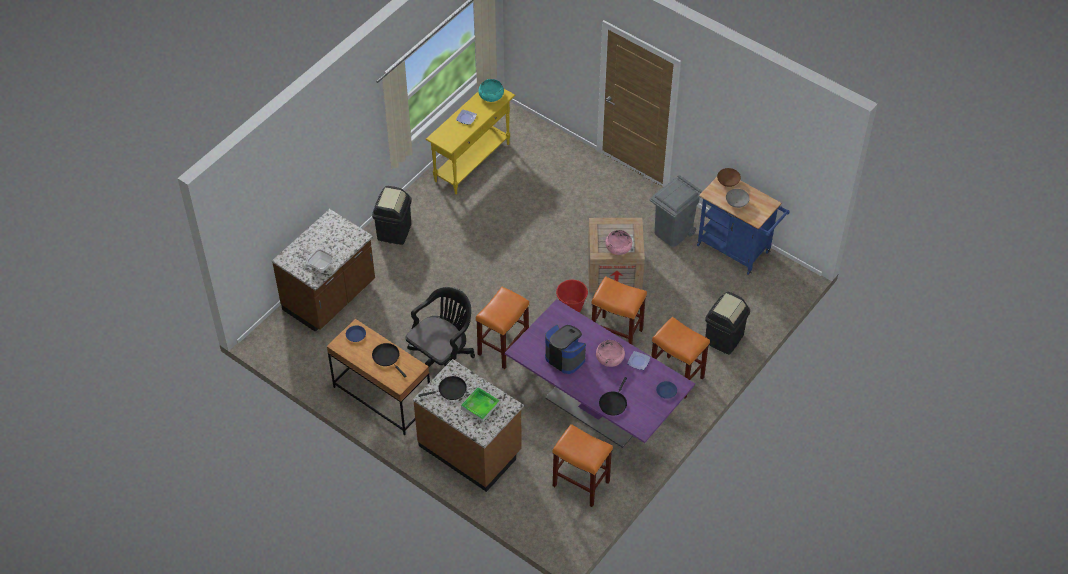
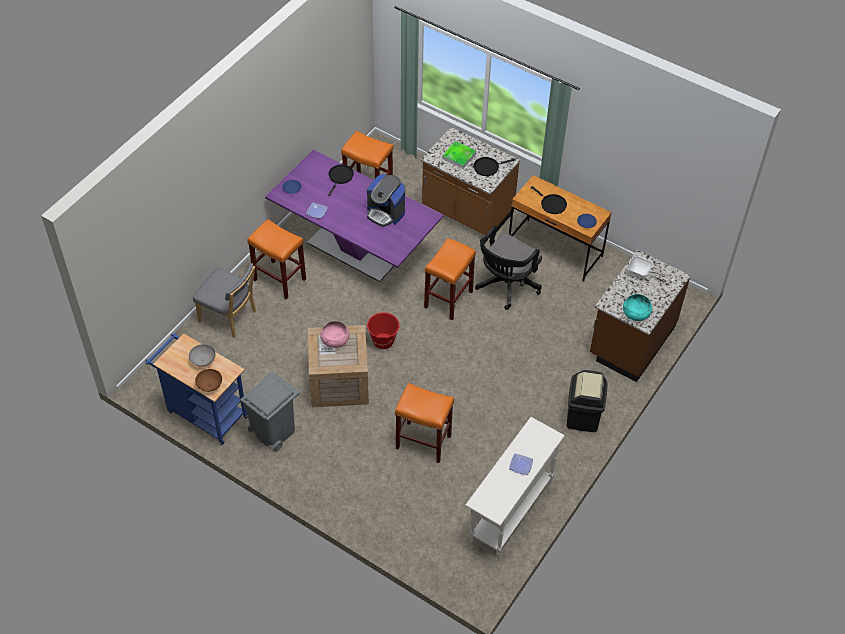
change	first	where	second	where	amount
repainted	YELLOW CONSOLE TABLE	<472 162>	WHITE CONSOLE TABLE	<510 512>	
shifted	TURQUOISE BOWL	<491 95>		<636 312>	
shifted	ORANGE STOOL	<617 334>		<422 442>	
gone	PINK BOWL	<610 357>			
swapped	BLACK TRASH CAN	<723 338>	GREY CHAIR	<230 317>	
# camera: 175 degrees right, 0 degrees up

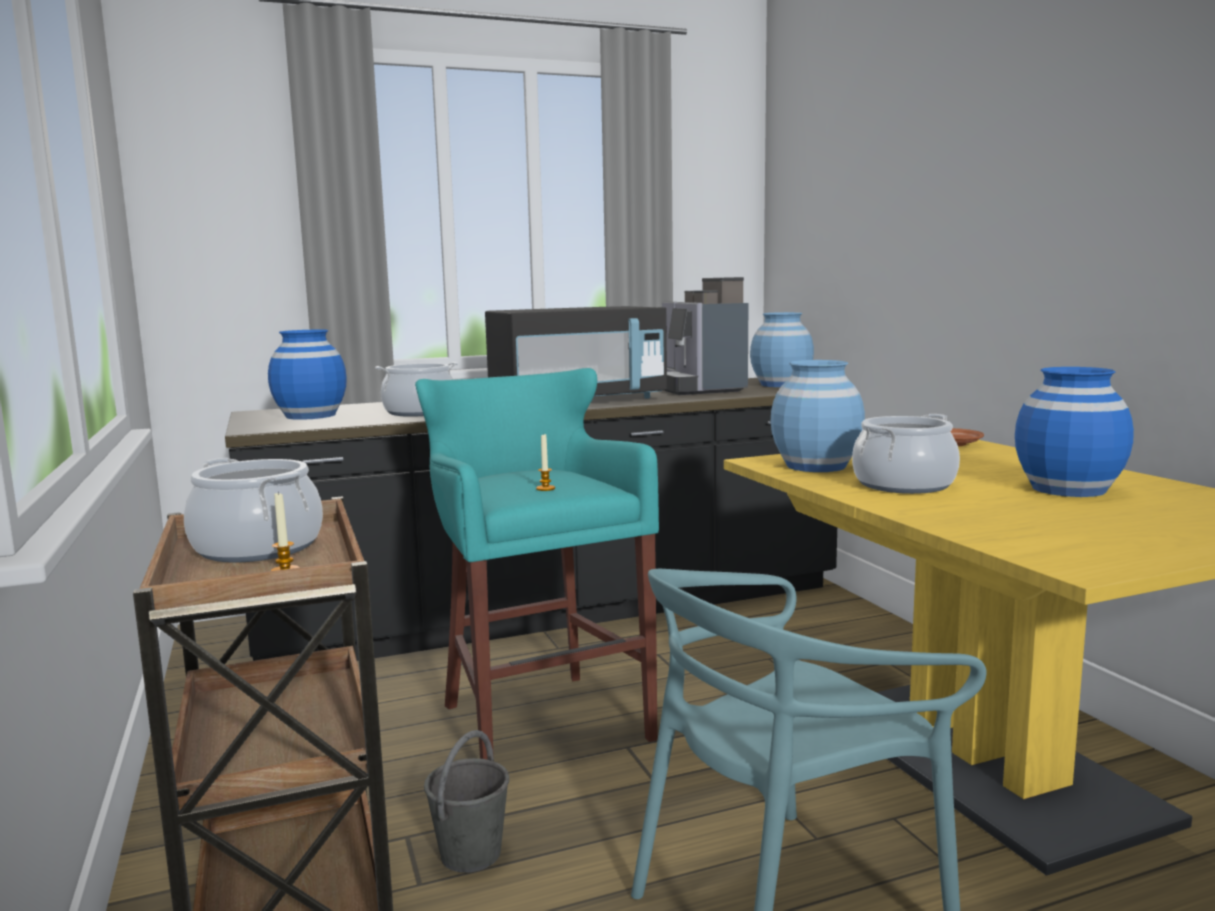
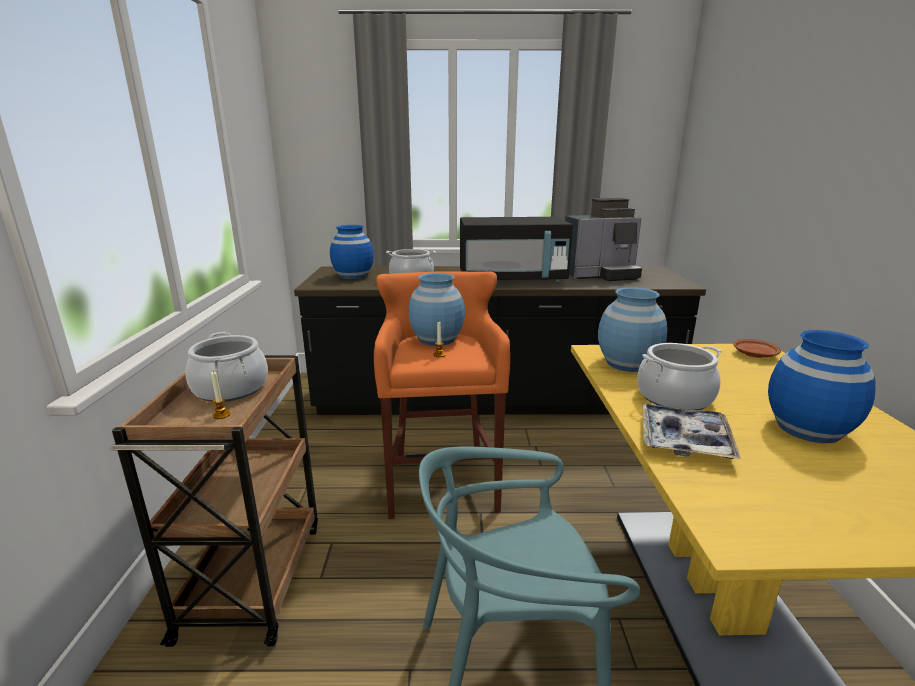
change	first	where	second	where	amount
repainted	TURQUOISE STOOL	<539 721>	ORANGE STOOL	<441 480>	
gone	GREY BUCKET	<471 853>			
rotated	COFFEE MACHINE	<699 389>		<601 275>	105 degrees counterclockwise
shifted	BLUE VASE	<781 384>		<437 339>	
new			TRAY	<684 439>	
# camera: 20 degrees right, 10 degrees up

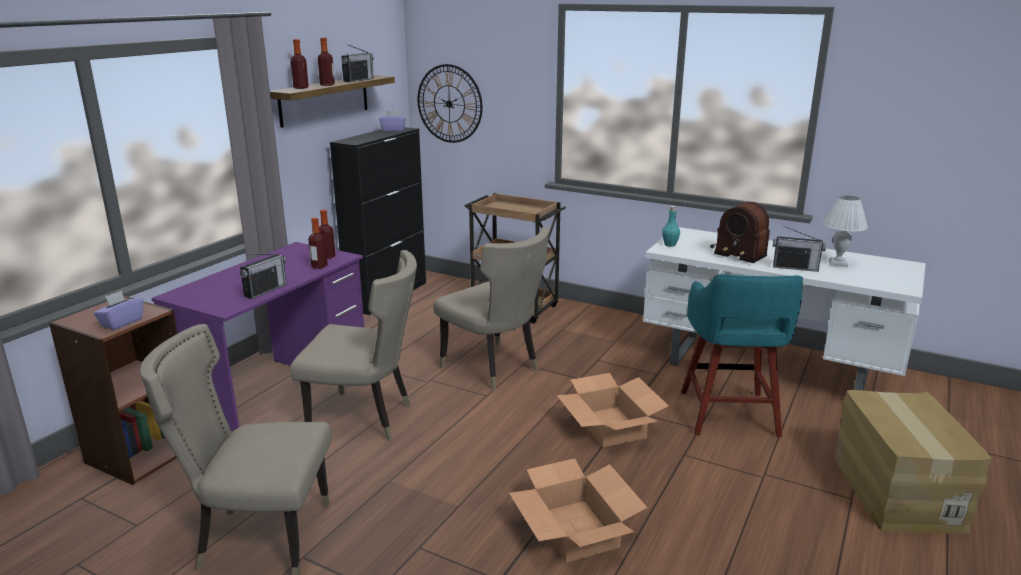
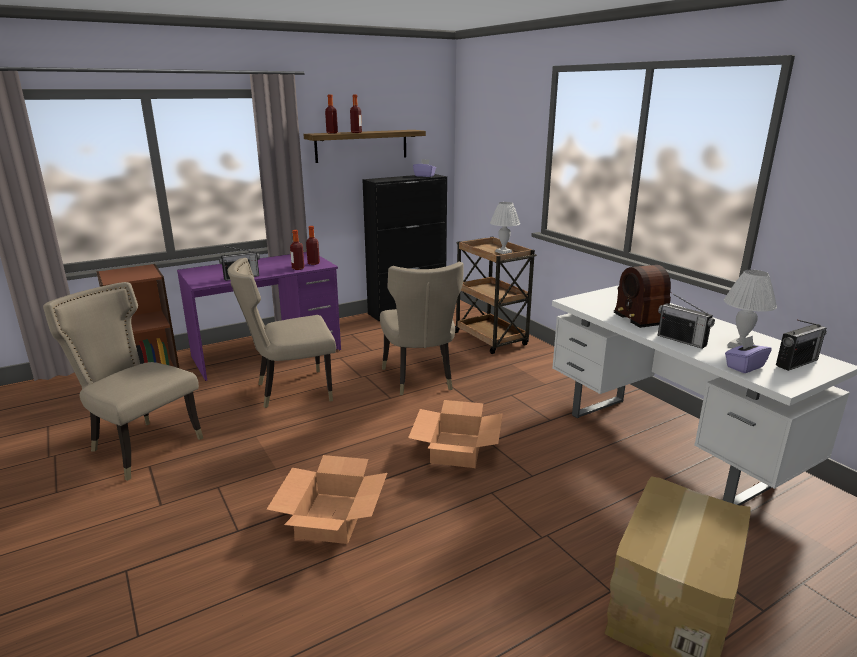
change	first	where	second	where	amount
shifted	PURPLE TISSUE BOX	<121 322>		<744 366>	
rotated	BEIGE CHAIR	<366 419>		<291 390>	120 degrees clockwise
shifted	RADIO	<358 80>		<796 363>	
gone	WALL CLOCK	<449 104>			
gone	TURQUOISE BOTTLE	<670 244>			
gone	TURQUOISE STOOL	<729 415>			
new			WHITE TABLE LAMP	<503 252>	
# camera: 30 degrees right, 0 degrees up

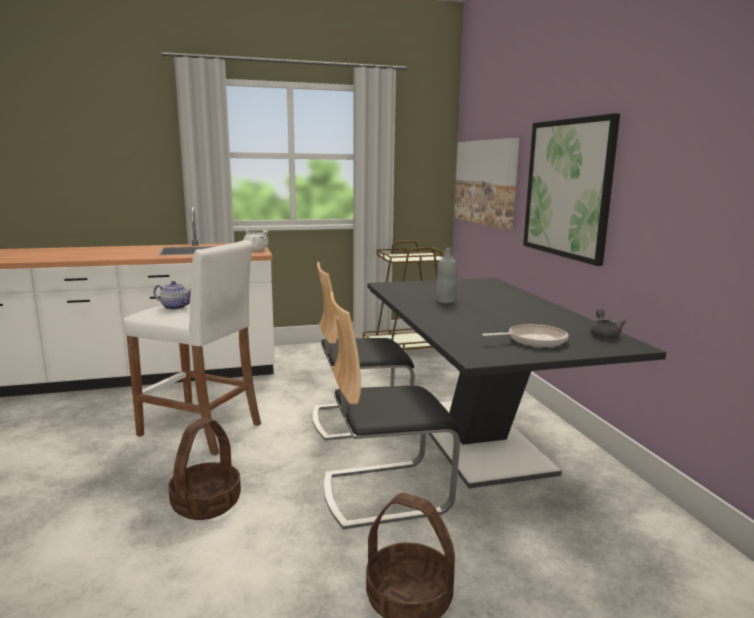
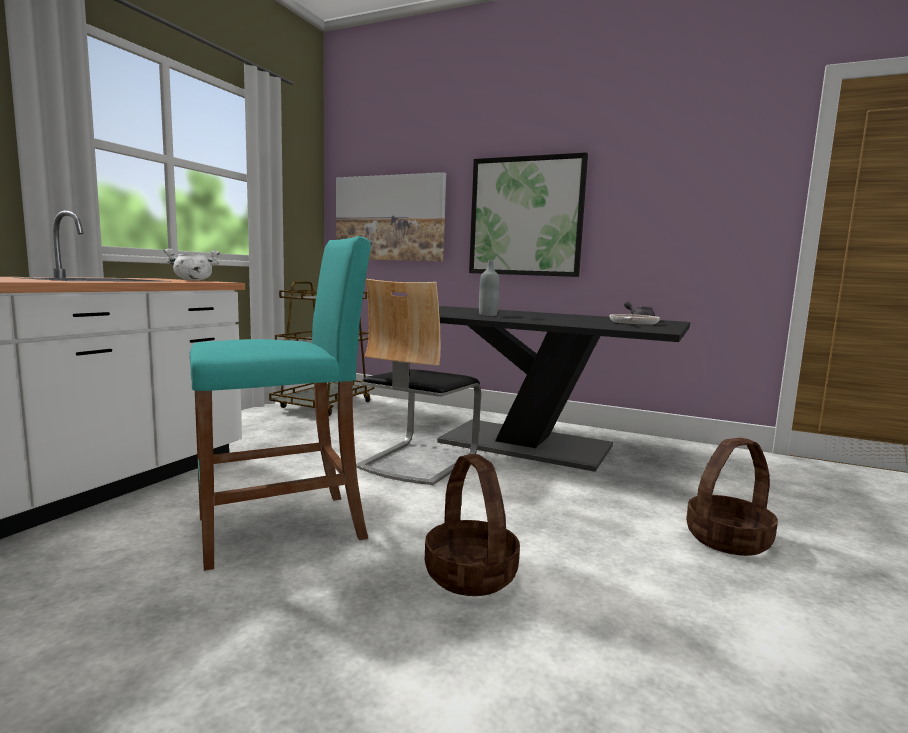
change	first	where	second	where	amount
repainted	WHITE STOOL	<200 430>	TURQUOISE STOOL	<282 528>	
gone	TEAPOT	<176 307>			
gone	CHAIR	<384 492>			
# camera: 50 degrees left, 5 degrees down

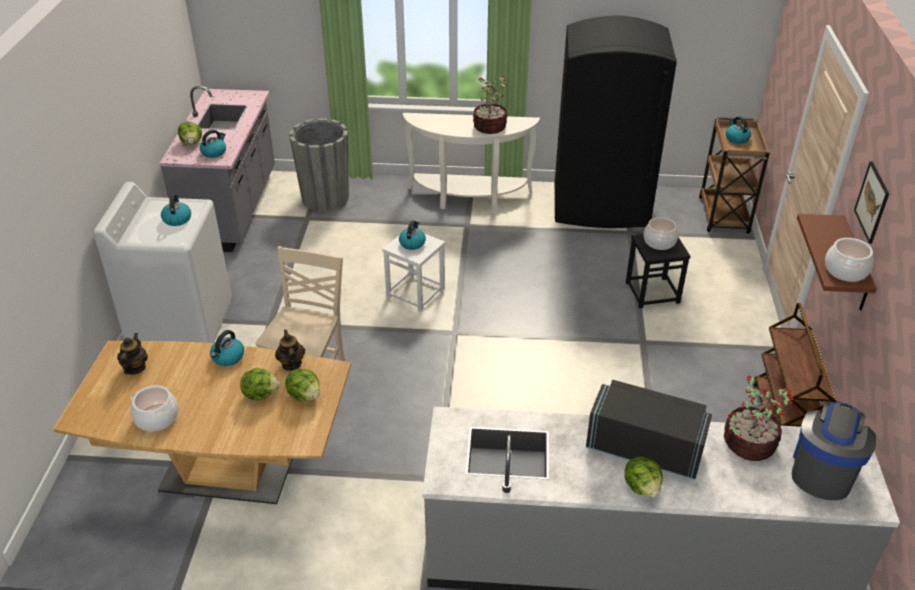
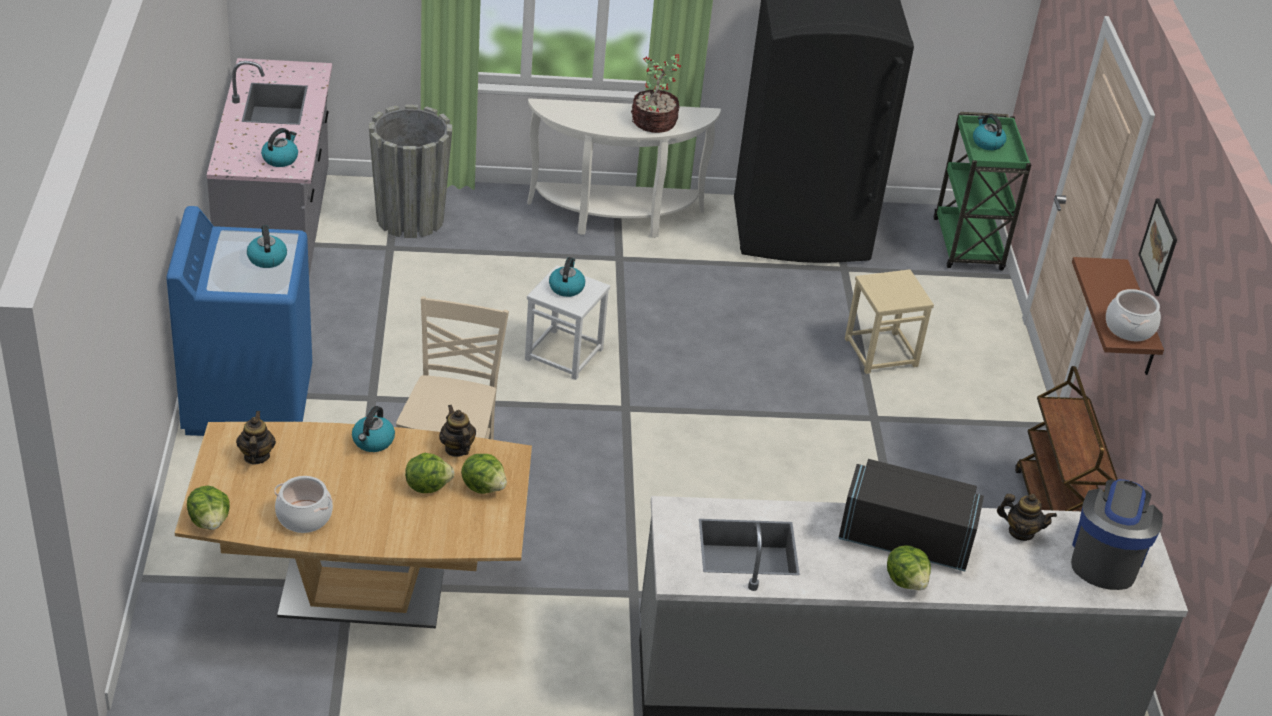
change	first	where	second	where	amount
repainted	WHITE WASHING MACHINE	<181 323>	BLUE WASHING MACHINE	<248 400>	
shifted	LETTUCE	<192 143>		<210 521>	
repainted	BLACK STOOL	<652 292>	BEIGE STOOL	<881 352>	
gone	COOKING POT	<659 242>			
repainted	BROWN CART	<724 216>	GREEN CART	<968 246>	
swapped	POTTED PLANT	<747 444>	TEAPOT	<1021 532>	
# camera: 10 degrees left, 0 degrees up

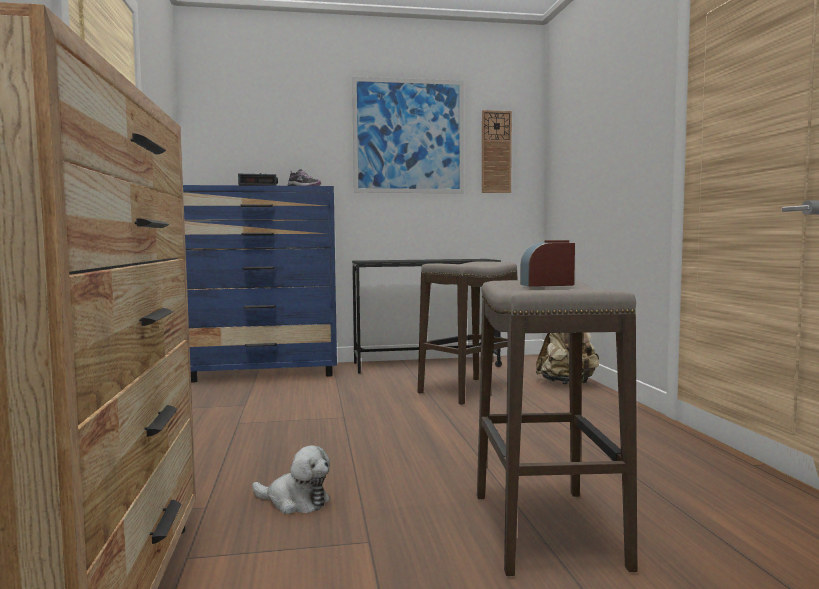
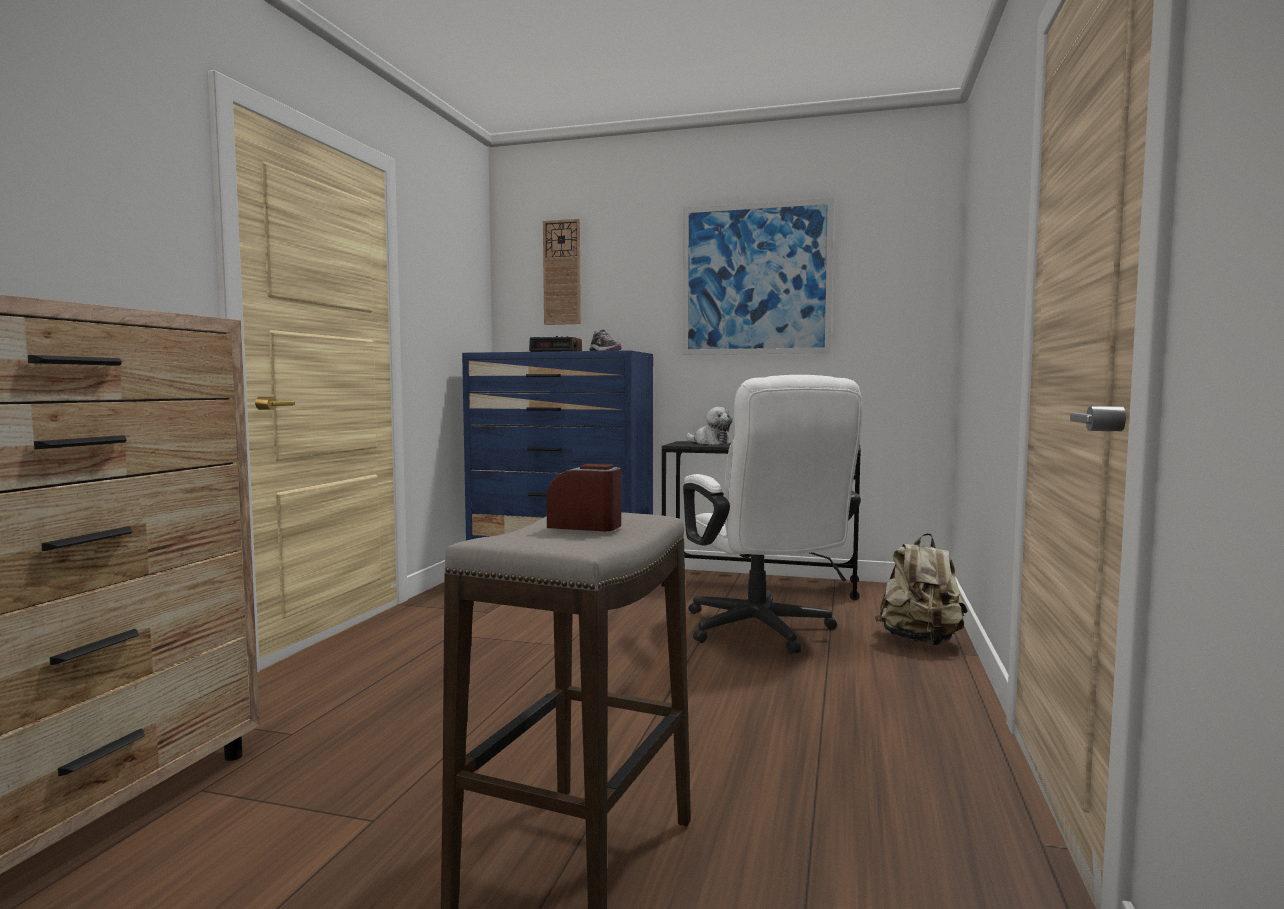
change	first	where	second	where	amount
shifted	PLUSH TOY	<295 502>		<710 443>	
swapped	STOOL	<469 391>	WHITE OFFICE CHAIR	<763 633>	
shifted	WALL CLOCK	<496 152>		<562 272>	
# camera: 25 degrees right, 0 degrees up

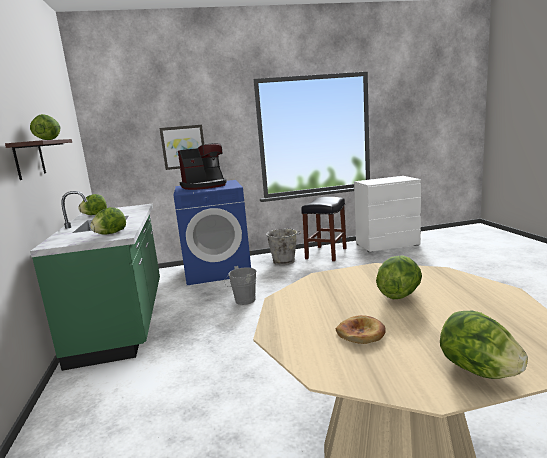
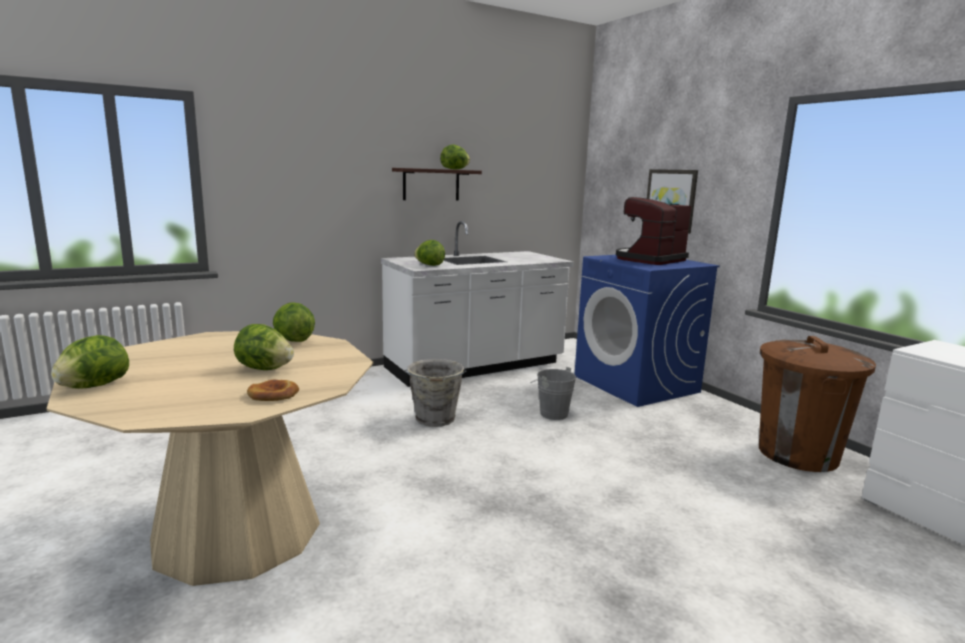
change	first	where	second	where	amount
repainted	GREEN COUNTER	<123 320>	WHITE COUNTER	<475 366>	
shifted	LETTUCE	<95 214>		<293 340>	
rotated	COFFEE MACHINE	<205 186>		<649 260>	90 degrees clockwise
shifted	GREY BUCKET	<285 261>		<435 419>	
swapped	BLACK STOOL	<326 254>	BROWN TRASH CAN	<797 454>	
shifted	BREAD	<361 333>		<273 394>	
# camera: 70 degrees right, 0 degrees up

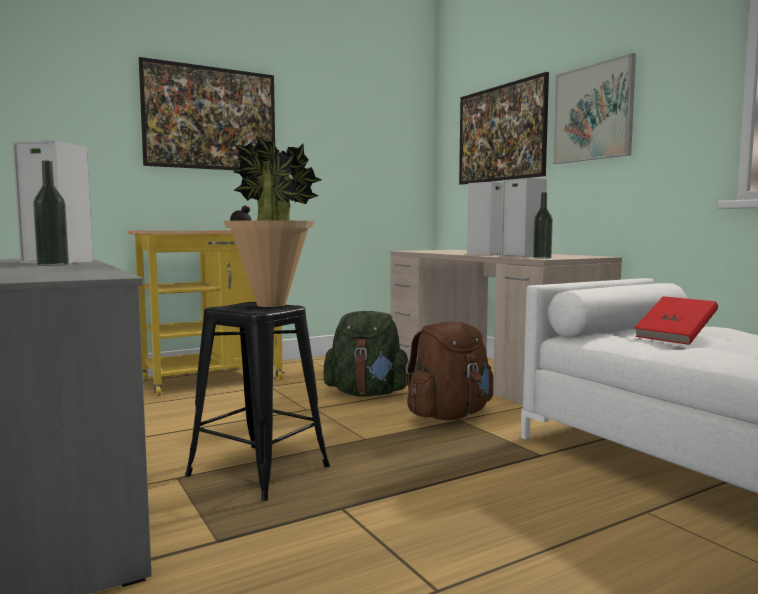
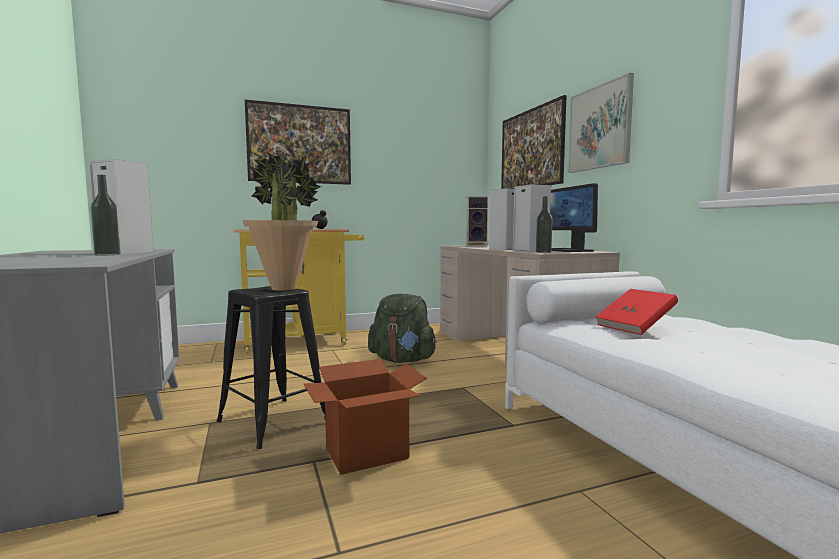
change	first	where	second	where	amount
gone	BROWN BACKPACK	<449 415>			
new			CARDBOARD BOX	<366 453>	
new			SPEAKER	<477 245>	
new			MONITOR	<567 250>	
# camera: 10 degrees right, 0 degrees up

